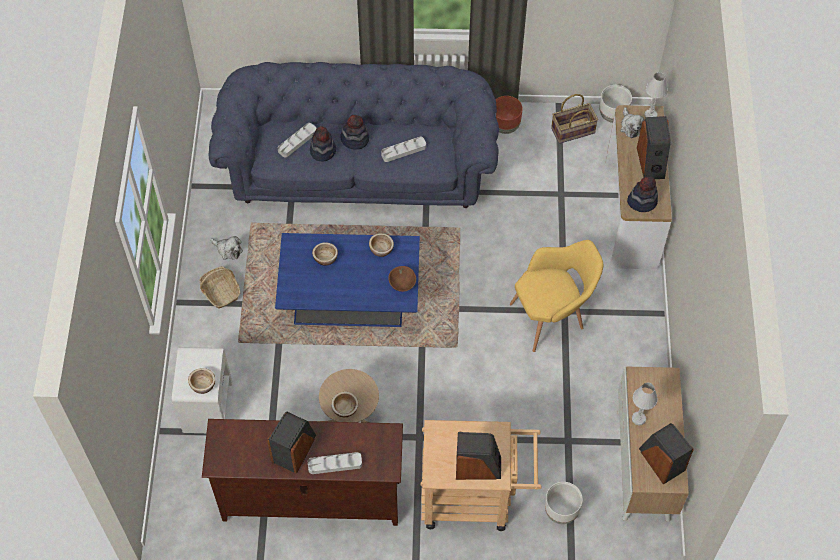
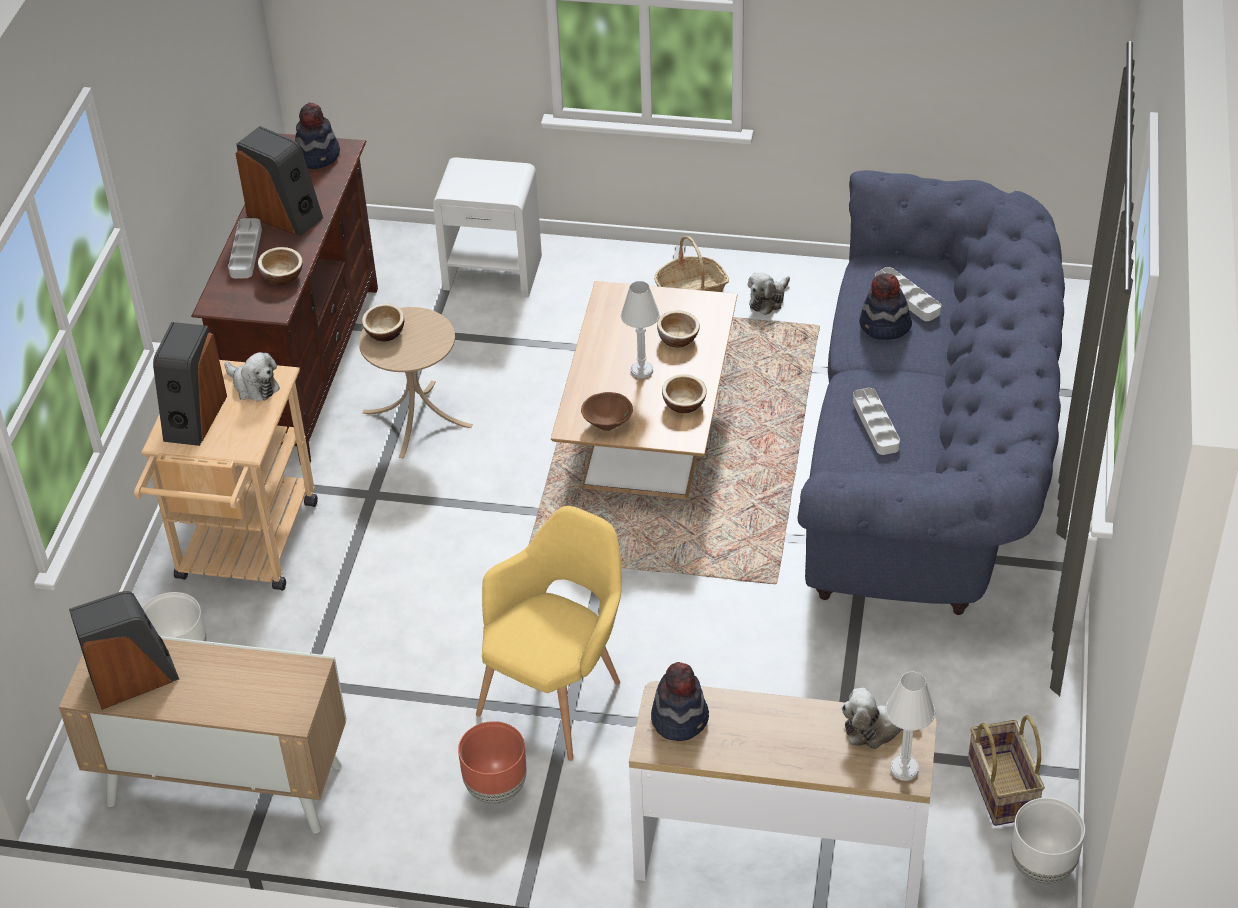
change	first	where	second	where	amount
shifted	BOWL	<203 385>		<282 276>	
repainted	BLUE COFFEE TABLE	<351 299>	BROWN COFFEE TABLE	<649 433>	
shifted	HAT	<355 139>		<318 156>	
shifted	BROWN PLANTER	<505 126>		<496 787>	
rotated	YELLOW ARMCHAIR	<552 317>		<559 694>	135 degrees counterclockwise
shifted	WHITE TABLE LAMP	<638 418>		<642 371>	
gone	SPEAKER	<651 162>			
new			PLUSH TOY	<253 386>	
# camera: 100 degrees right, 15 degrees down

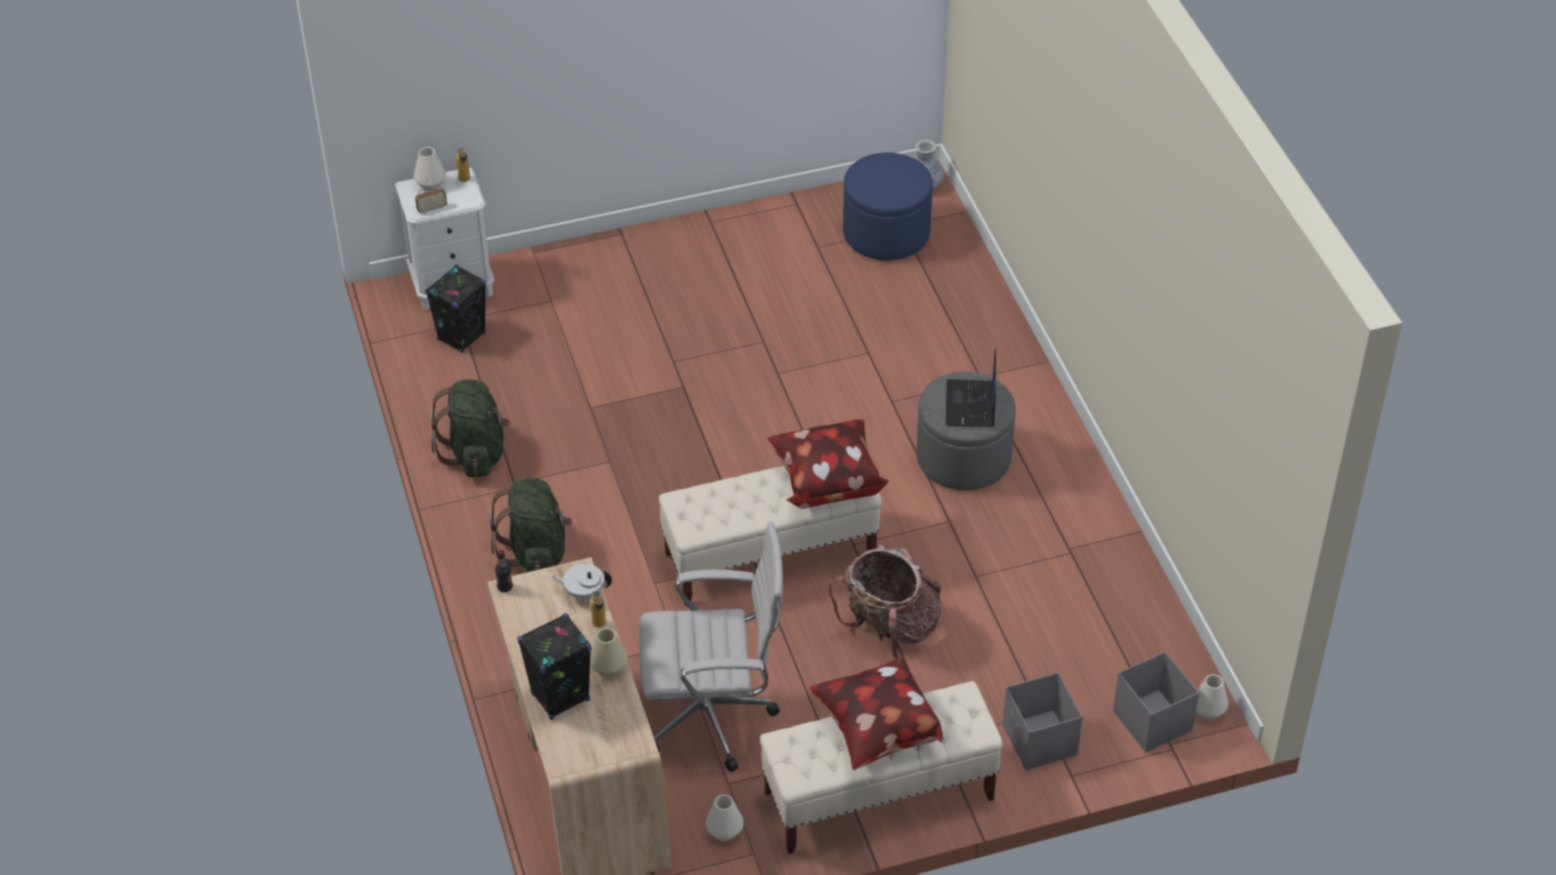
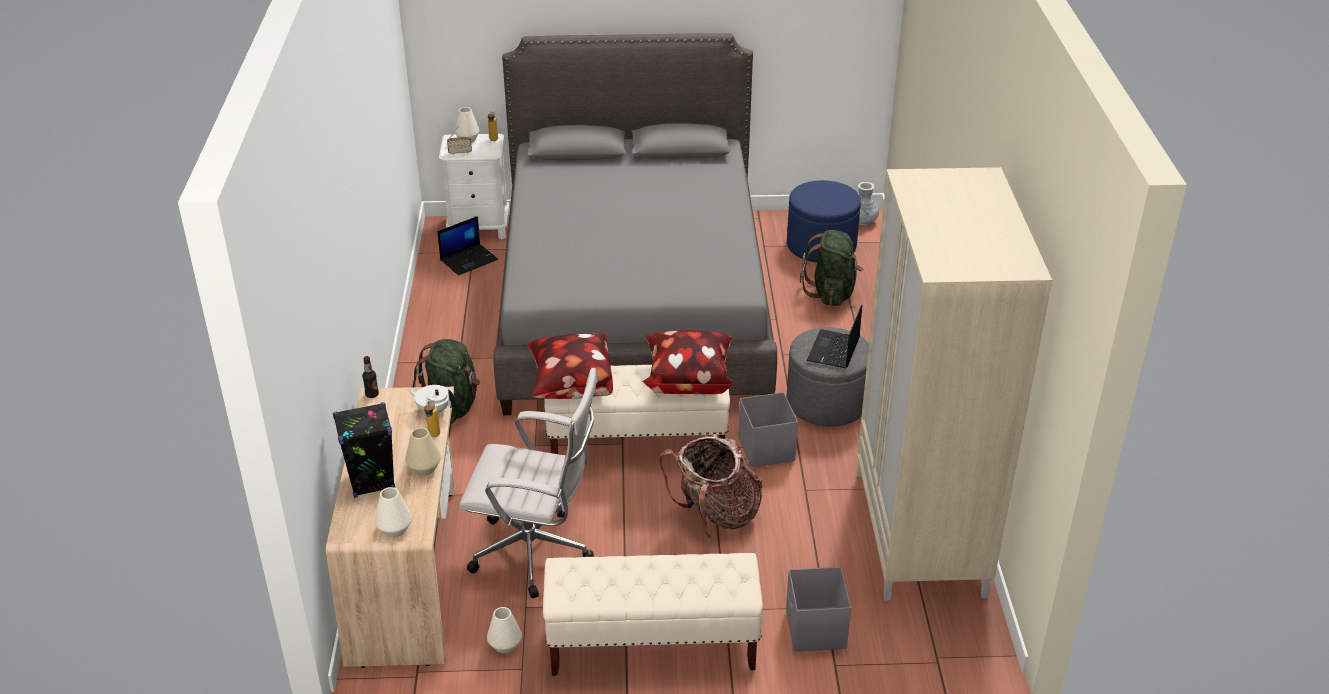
change	first	where	second	where	amount
swapped	BLACK SPEAKER	<462 336>	LAPTOP	<469 259>	
shifted	GREEN BACKPACK	<476 453>		<831 293>	
shifted	PILLOW	<876 733>		<570 387>	
shifted	GREY STORAGE BOX	<1152 720>		<766 448>	
shifted	WHITE VASE	<1208 711>		<394 529>	
new			GREY BED	<633 304>	
new			BEIGE WARDROBE	<920 533>	
# camera: 15 degrees right, 10 degrees down

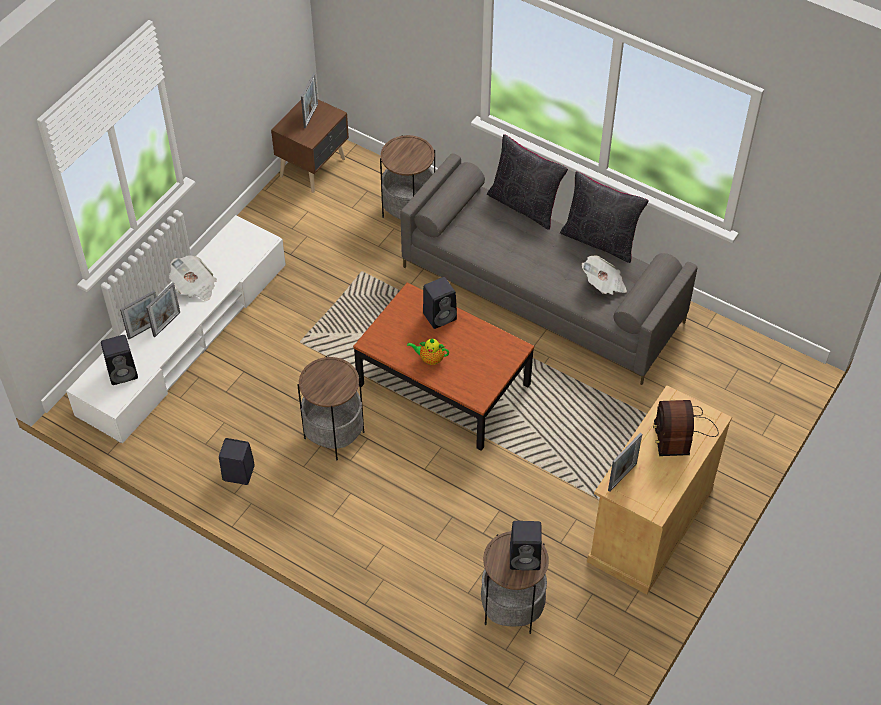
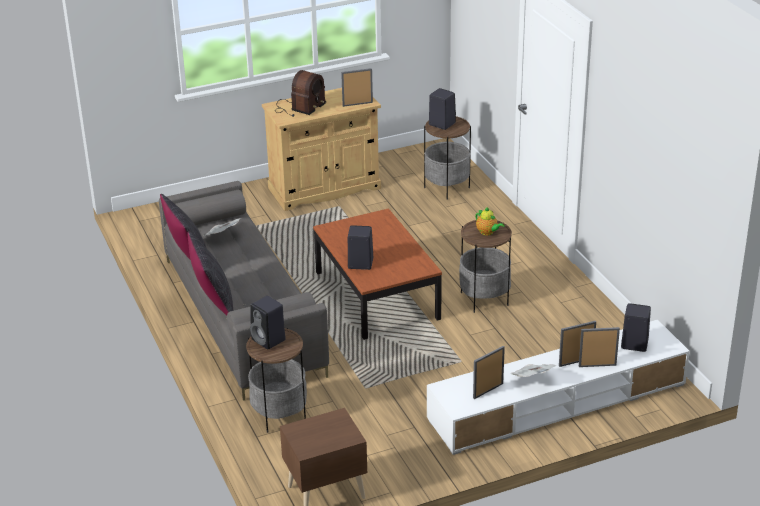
change	first	where	second	where	amount
shifted	BLACK SPEAKER	<237 473>		<269 340>	
shifted	PICTURE FRAME	<311 116>		<488 391>	
shifted	TEAPOT	<430 359>		<487 232>	
# camera: 145 degrees left, 20 degrees down

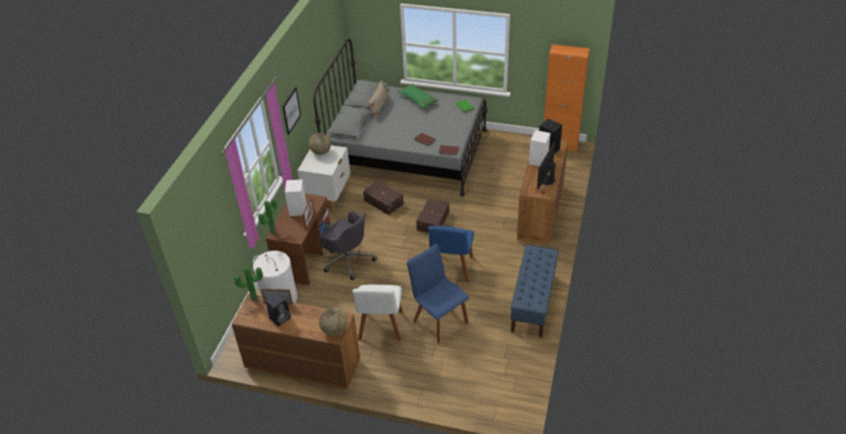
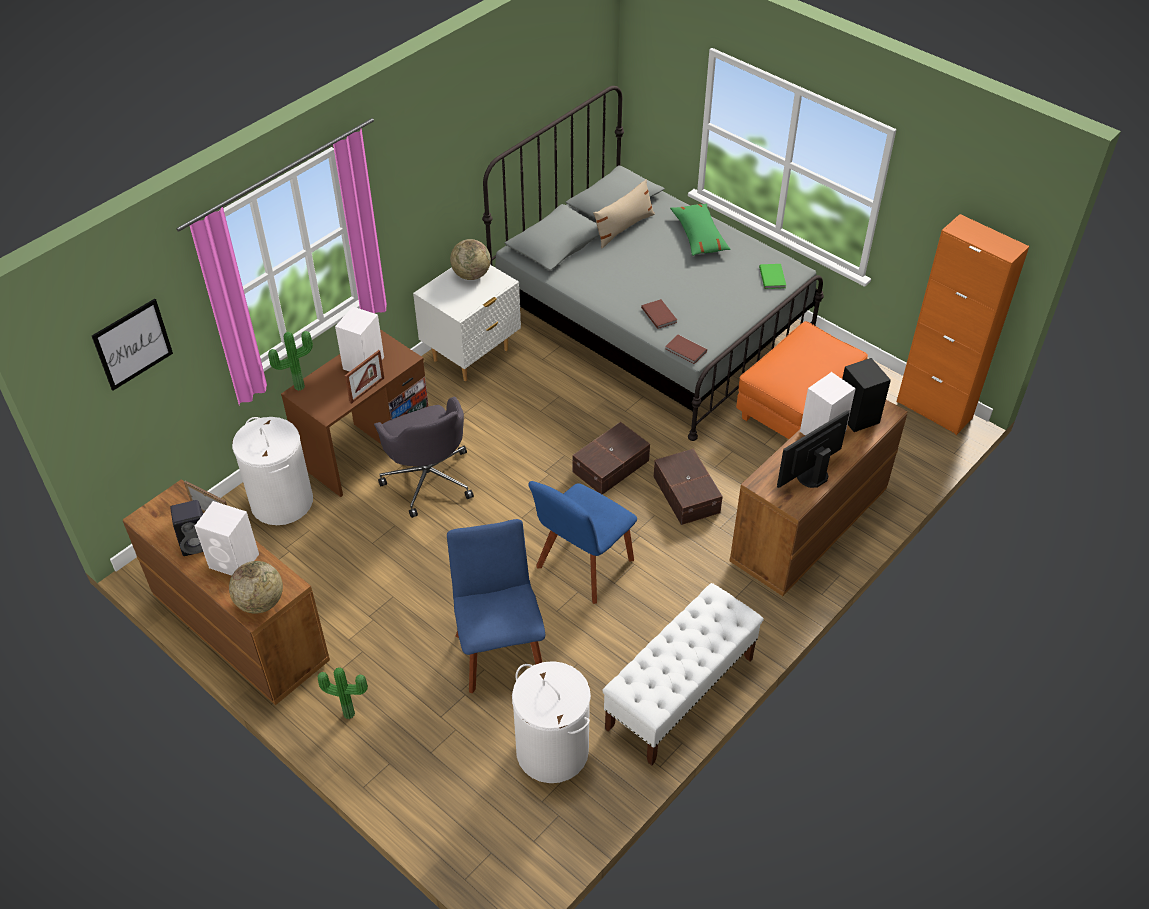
change	first	where	second	where	amount
shifted	POTTED PLANT	<254 297>		<349 712>	
shifted	PICTURE	<291 111>		<132 344>	
gone	WHITE CHAIR	<380 328>			
shifted	BROWN STORAGE BOX	<383 202>		<687 493>	
repainted	BLUE BENCH	<533 303>	WHITE BENCH	<680 693>	
new			WHITE SPEAKER	<235 561>	
new			WHITE LAUNDRY BASKET	<552 751>	
new			ORANGE OTTOMAN	<796 408>	
# camera: 25 degrees right, 5 degrees up

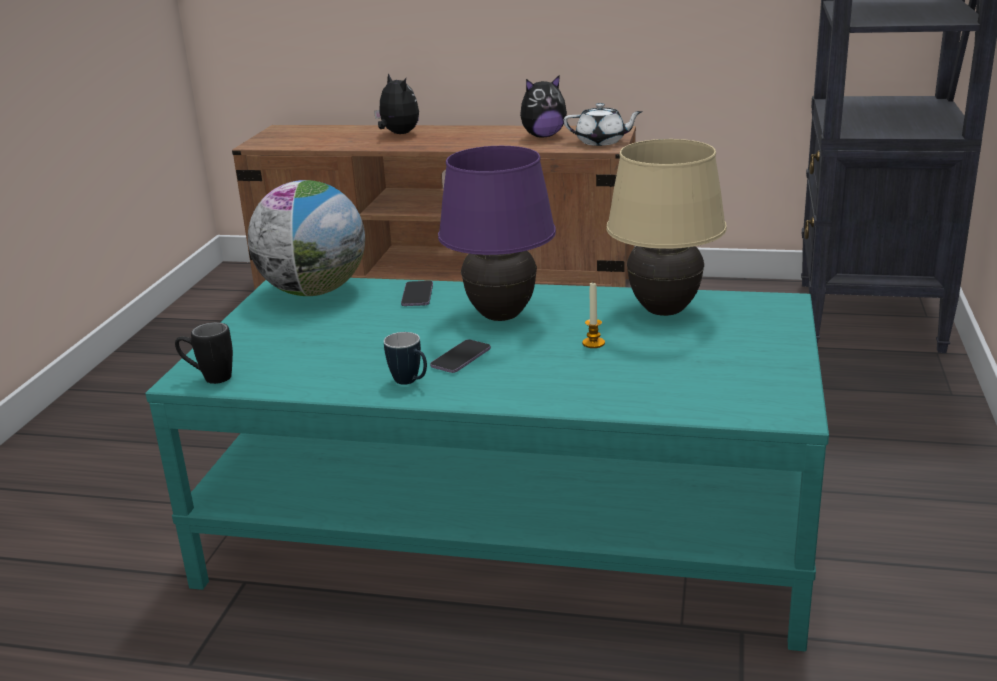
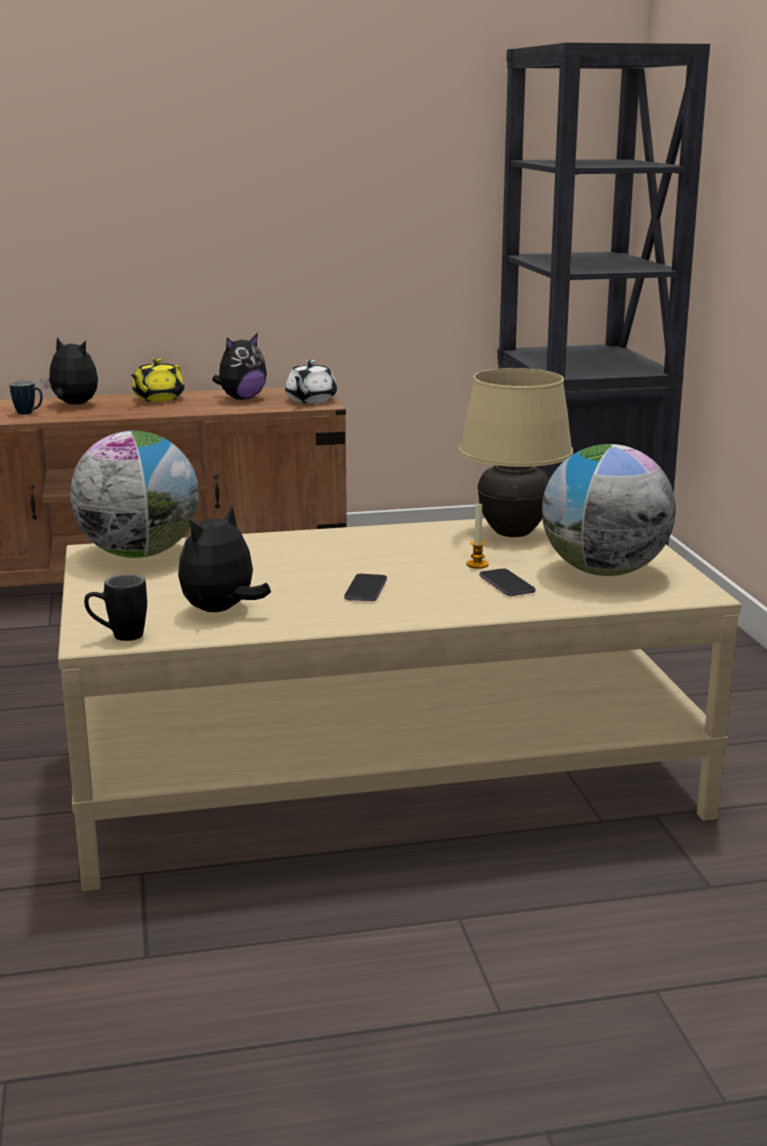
change	first	where	second	where	amount
repainted	TURQUOISE COFFEE TABLE	<510 530>	BEIGE COFFEE TABLE	<385 778>	
shifted	MUG	<410 382>		<29 413>	
shifted	PHONE	<417 295>		<506 585>	
gone	PURPLE TABLE LAMP	<500 316>			
rotated	WHITE TEAPOT	<601 142>		<310 400>	120 degrees clockwise
new			YELLOW TEAPOT	<158 398>	
new			PLUSH TOY	<221 611>	
new			GLOBE	<603 572>	
# camera: 25 degrees left, 5 degrees down

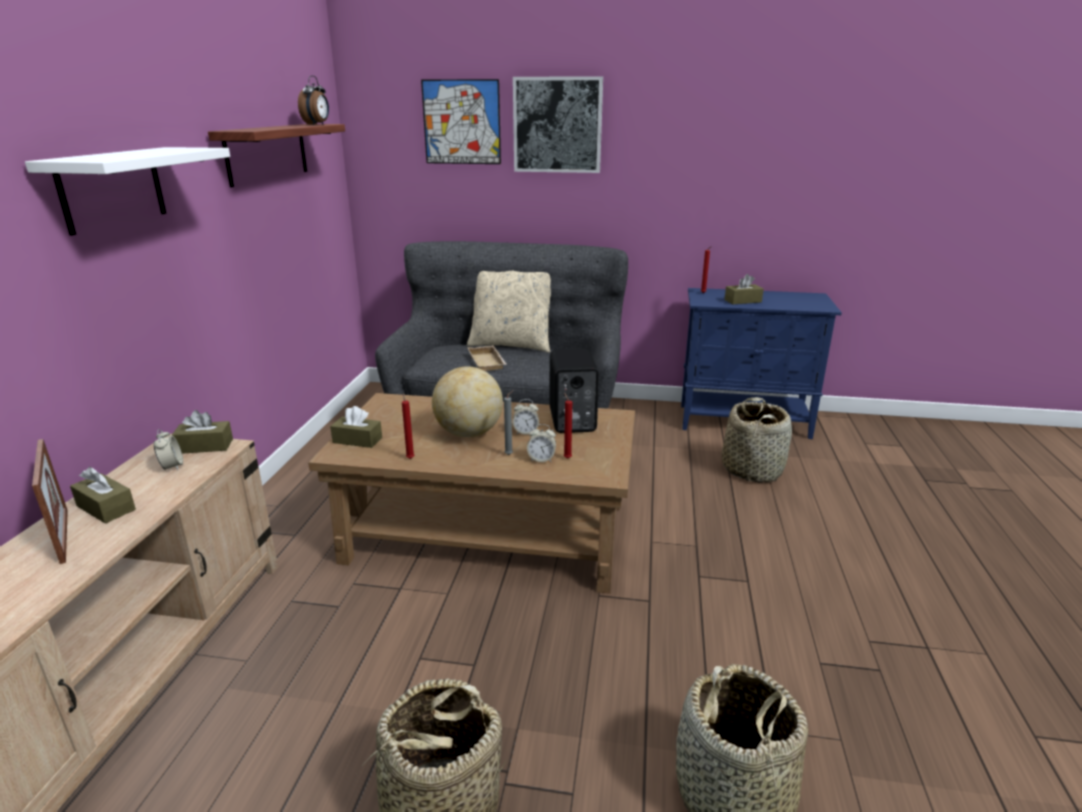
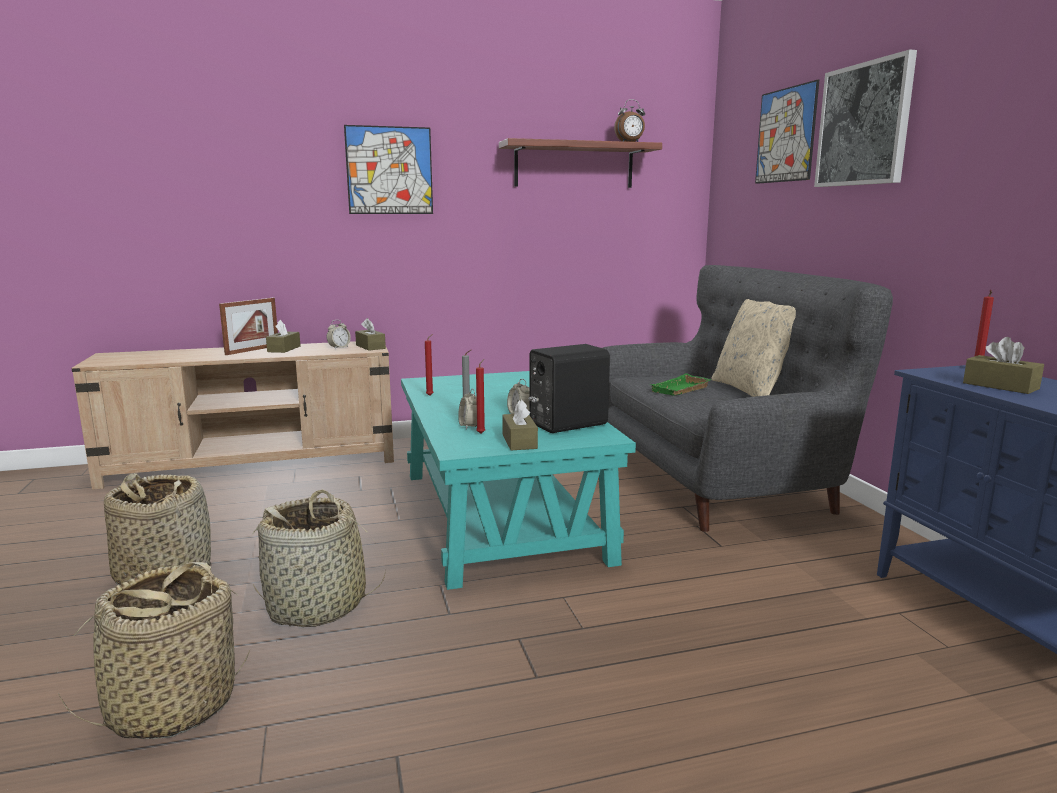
change	first	where	second	where	amount
swapped	WHITE SHELF	<112 189>	PICTURE	<389 170>	
repainted	BROWN COFFEE TABLE	<489 531>	TURQUOISE COFFEE TABLE	<501 514>	
shifted	BROWN TISSUE BOX	<357 440>		<519 441>	
gone	GLOBE	<468 433>			
repainted	BEIGE TRAY	<488 362>	GREEN TRAY	<681 390>	
shifted	BASKET	<752 469>		<317 606>	
# camera: 65 degrees right, 10 degrees down

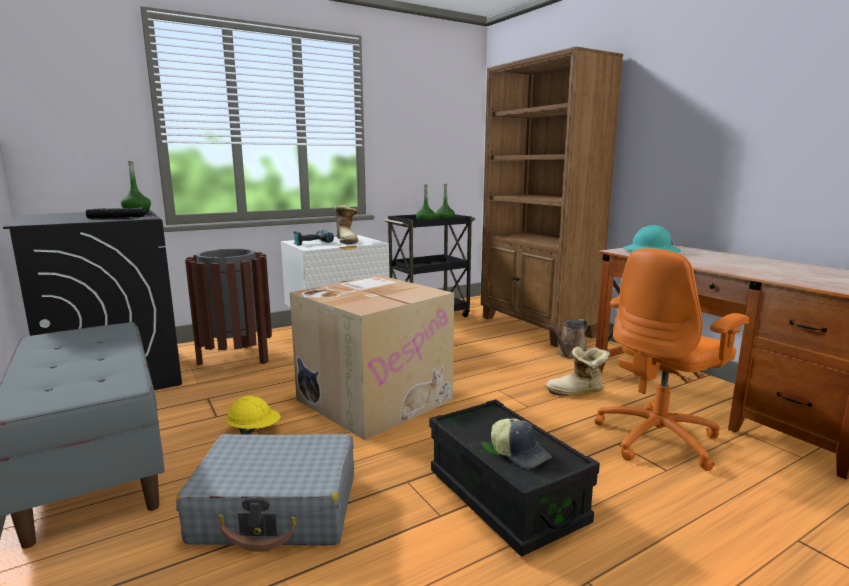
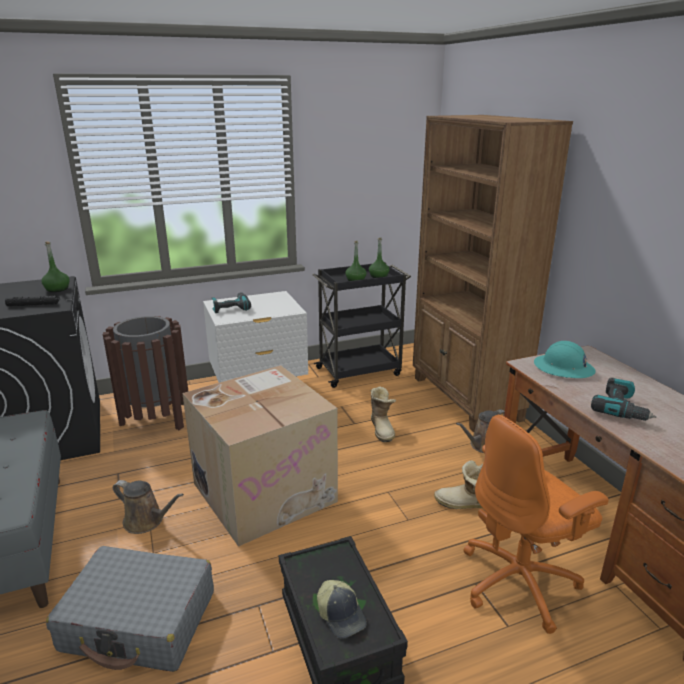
change	first	where	second	where	amount
swapped	YELLOW HARD HAT	<254 430>	BROWN WATERING CAN	<146 521>	
shifted	BOOT	<347 241>		<382 429>	
new			POWER DRILL	<621 408>	
# camera: 10 degrees right, 10 degrees up

